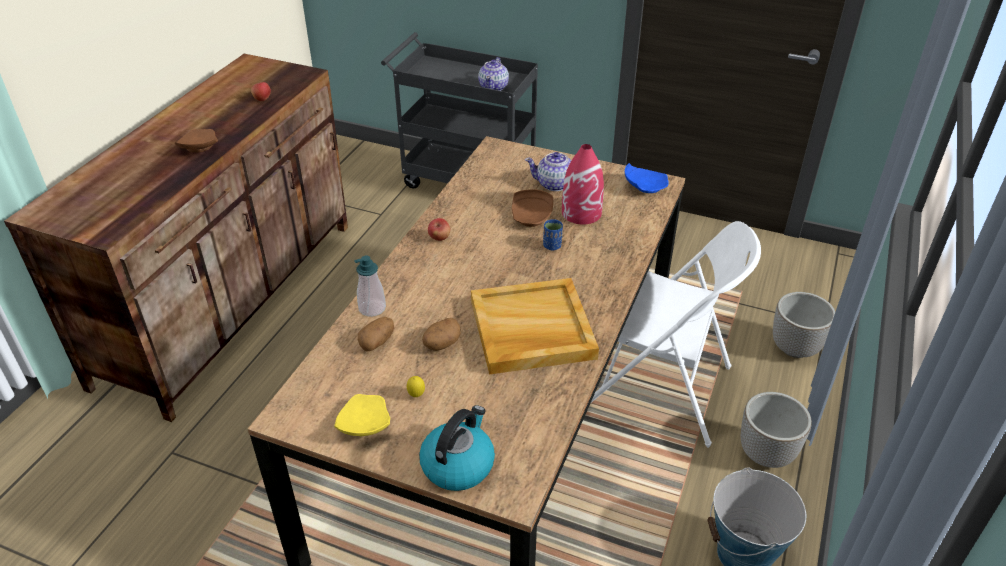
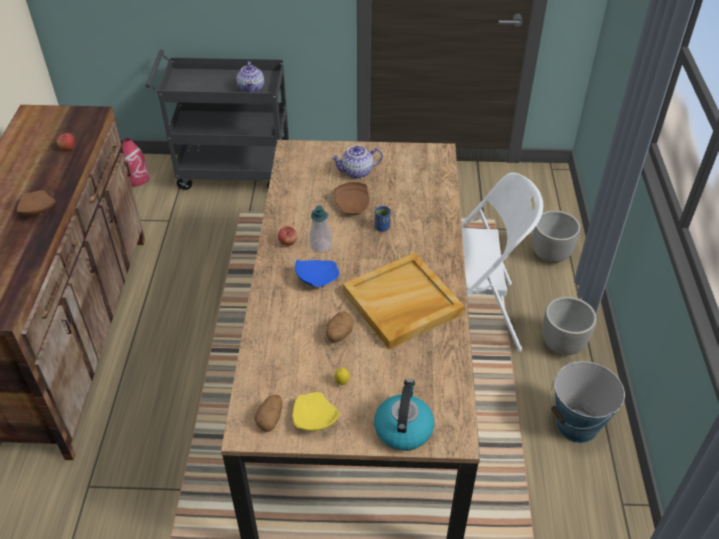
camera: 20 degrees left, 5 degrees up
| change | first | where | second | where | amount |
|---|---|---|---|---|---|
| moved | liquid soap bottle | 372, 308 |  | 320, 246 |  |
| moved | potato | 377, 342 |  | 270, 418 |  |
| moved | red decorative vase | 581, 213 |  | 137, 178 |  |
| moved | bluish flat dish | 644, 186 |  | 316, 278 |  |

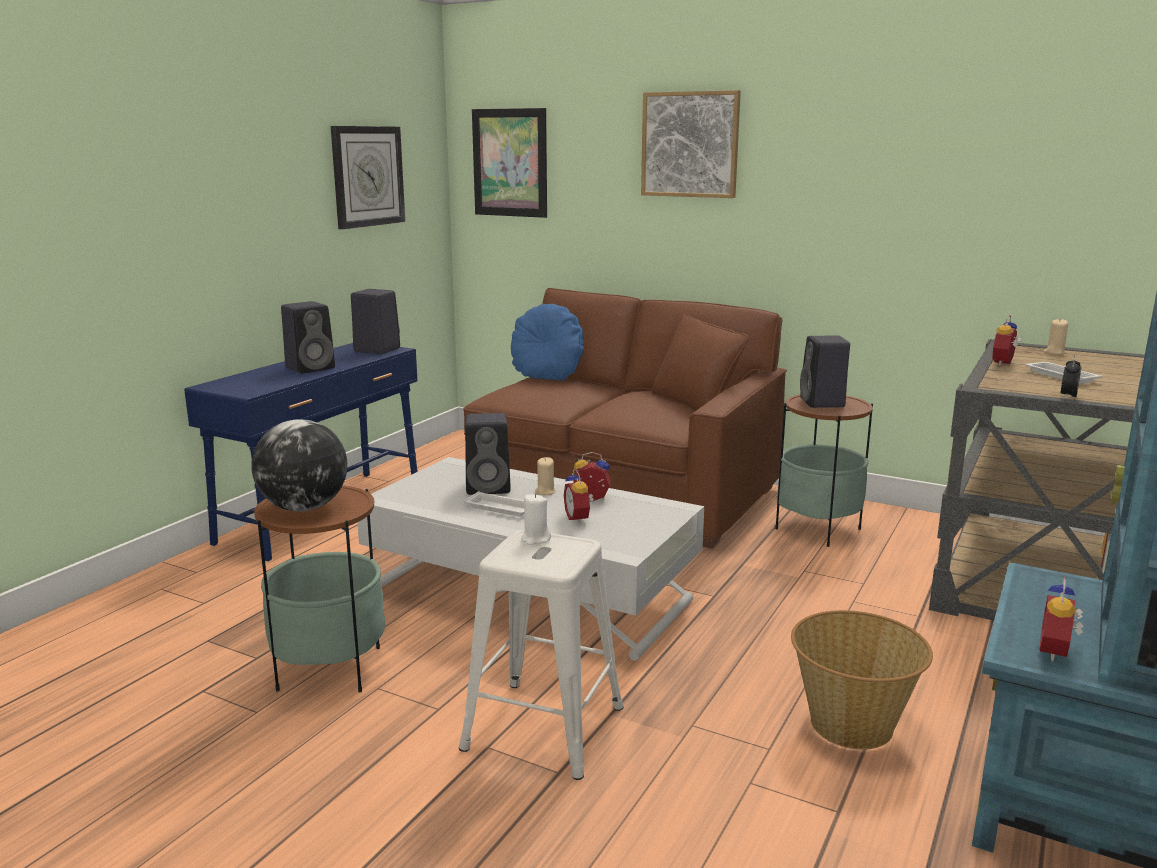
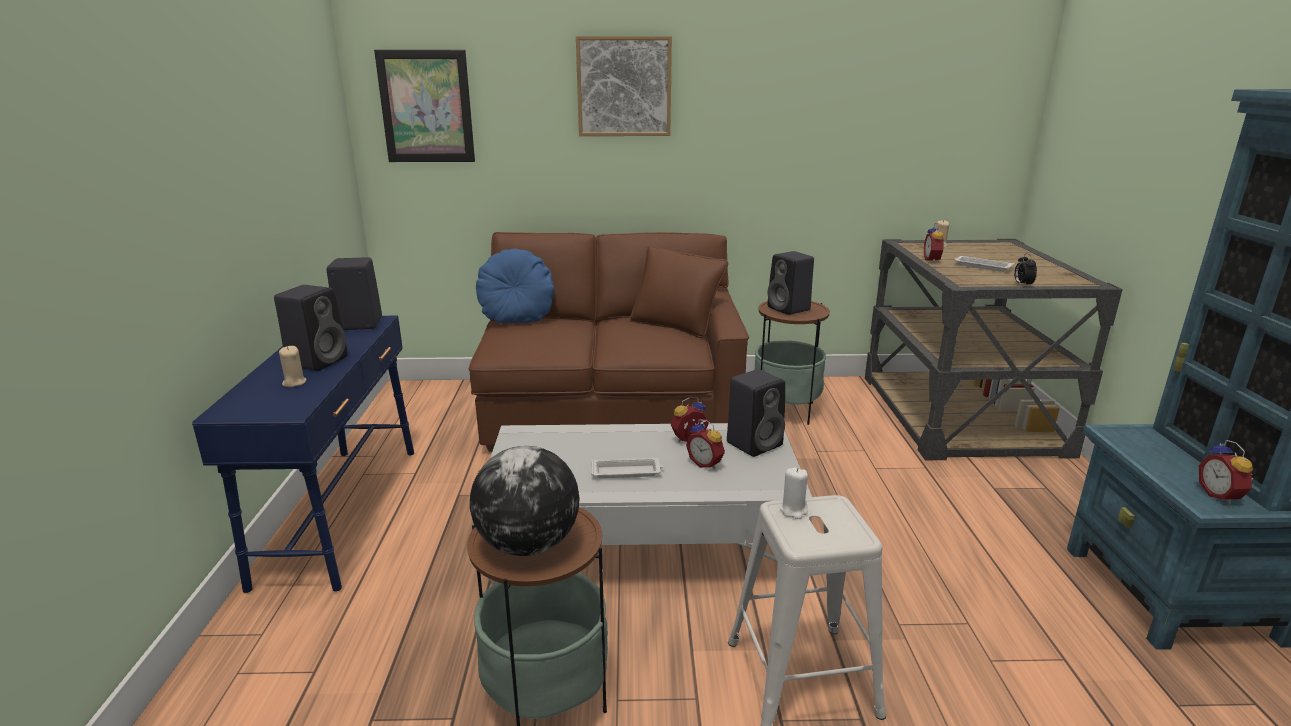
camera: 30 degrees left, 5 degrees up
| change | first | where | second | where | amount |
|---|---|---|---|---|---|
| removed | hanging clock | 367, 176 |  |  |  |
| moved | black-coloured speaker | 490, 487 |  | 755, 443 |  |
| moved | beige-coloured candle | 545, 492 |  | 294, 382 |  |
| removed | storage basket | 852, 726 |  |  |  |

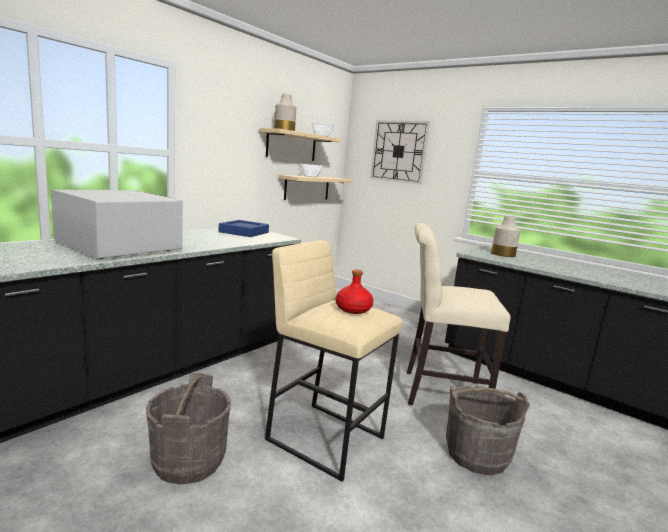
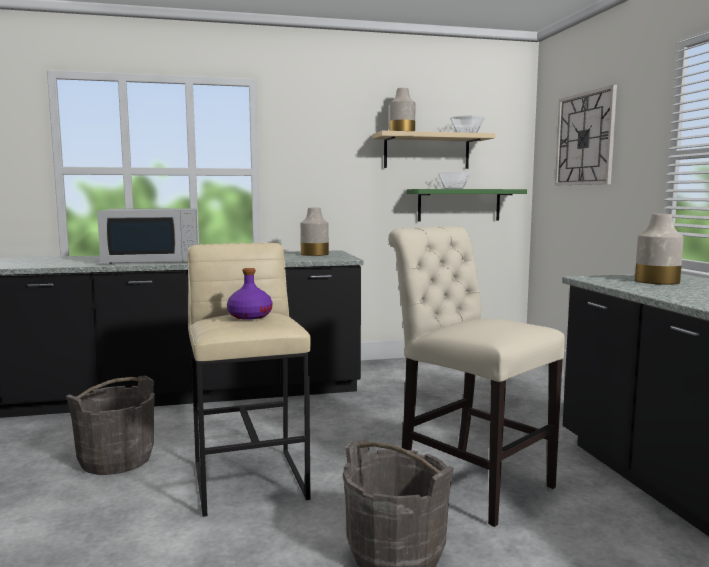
camera: 40 degrees right, 5 degrees down
| change | first | where | second | where | amount |
|---|---|---|---|---|---|
| turned | whitish kitchen microwave | 118, 246 |  | 154, 259 | 90 degrees clockwise |
| replaced | bluish carrying tray | 244, 232 | beige-coloured decorative vase | 314, 254 |  |
| recoloured | beige-coloured shelf | 307, 188 | green shelf | 459, 205 |  |
| recoloured | red beverage bottle | 353, 309 | purple-coloured beverage bottle | 249, 316 |  |

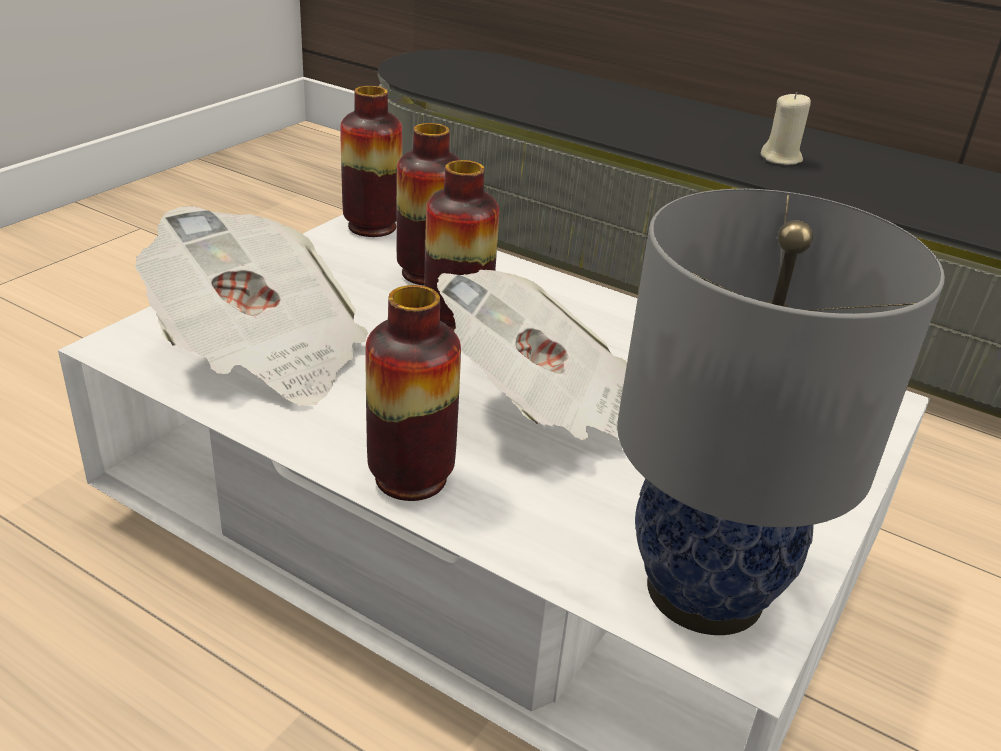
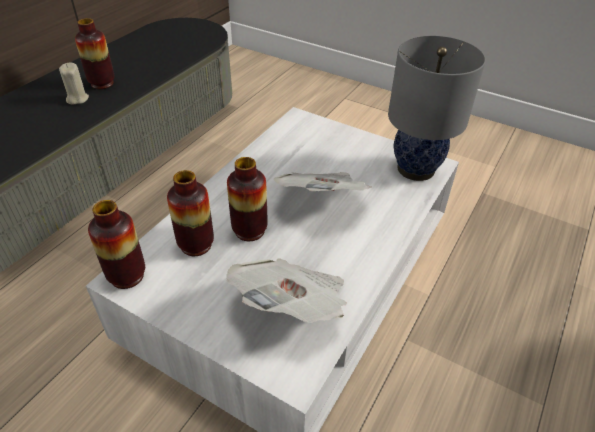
camera: 90 degrees left, 10 degrees up
| change | first | where | second | where | amount |
|---|---|---|---|---|---|
| moved | decorative vase | 411, 477 |  | 102, 84 |  |

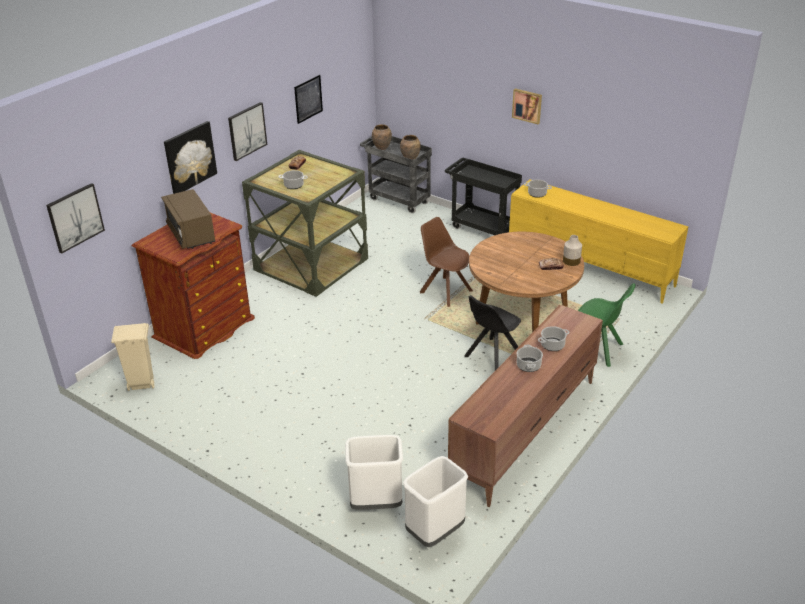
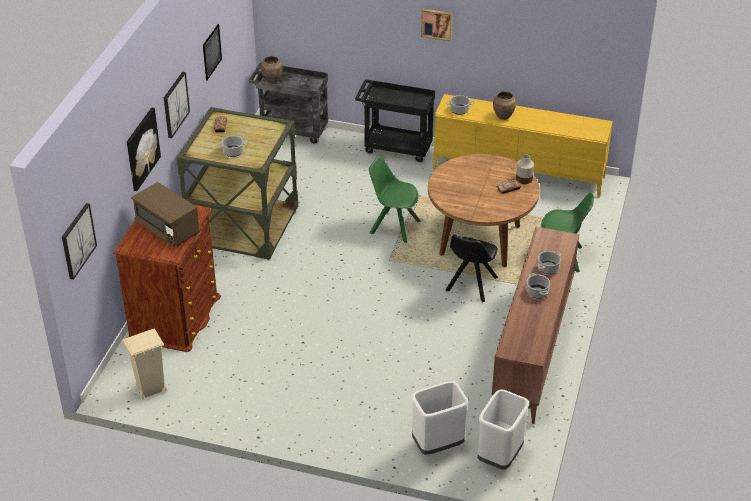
camera: 20 degrees left, 5 degrees up
| change | first | where | second | where | amount |
|---|---|---|---|---|---|
| moved | brownish decorative vase | 410, 159 |  | 503, 116 |  |
| recoloured | brownish plain chair | 445, 291 | green plain chair | 393, 226 |  |

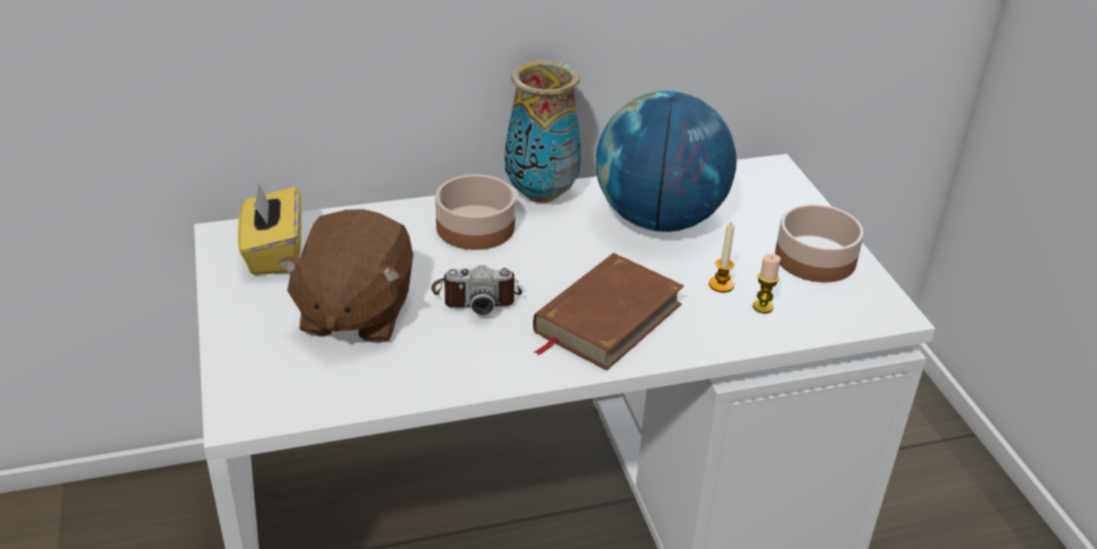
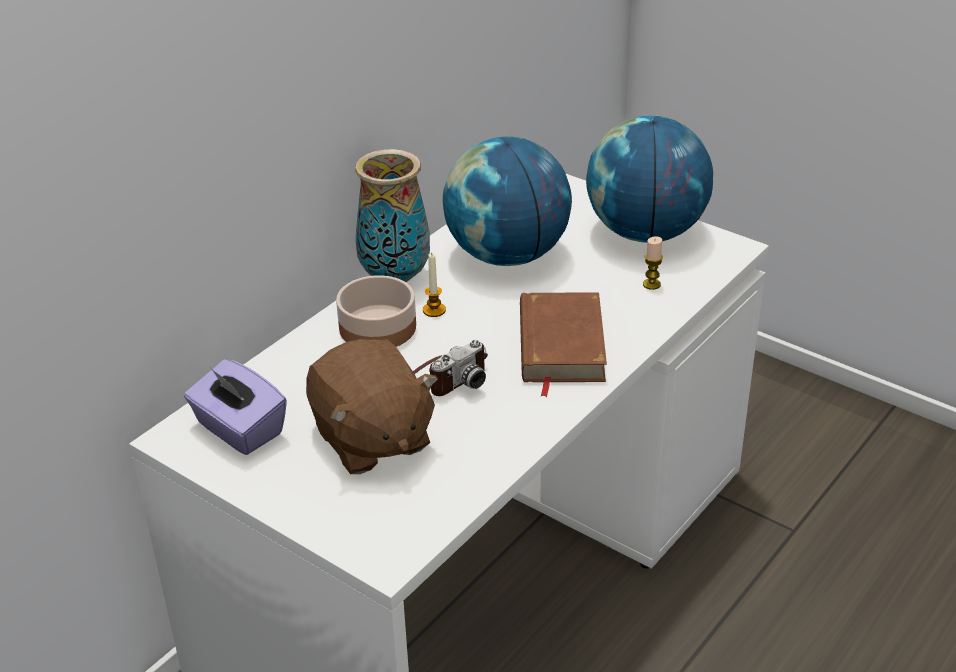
camera: 35 degrees left, 0 degrees up
| change | first | where | second | where | amount |
|---|---|---|---|---|---|
| recoloured | yellow box of tissues | 274, 253 | purple-coloured box of tissues | 239, 430 |  |
| moved | candle | 721, 285 |  | 434, 310 |  |
| replaced | serving bowl | 816, 259 | globe | 646, 233 |  |

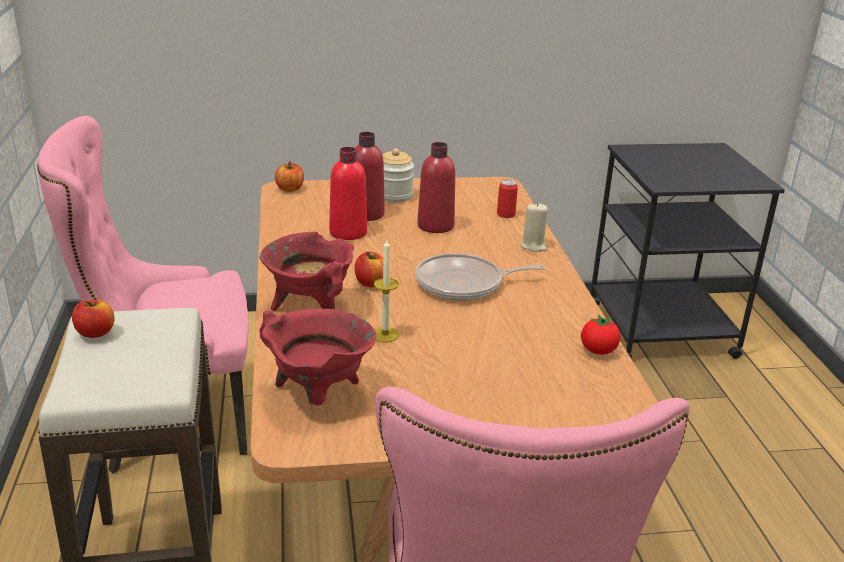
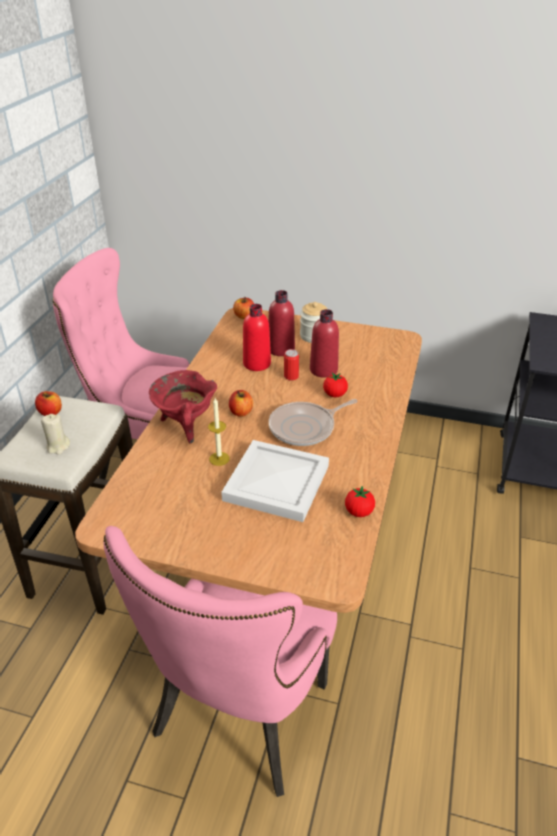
camera: 25 degrees right, 10 degrees up
| change | first | where | second | where | amount |
|---|---|---|---|---|---|
| removed | red saucepot | 319, 396 |  |  |  |
| turned | pan | 464, 284 |  | 305, 428 | 45 degrees counterclockwise |
| moved | metal can | 506, 214 |  | 291, 376 |  |
| moved | beige-coloured candle | 533, 246 |  | 58, 447 |  |
| added |  |  | whitish carrying tray | 275, 482 |  |
| added |  |  | fresh tomato | 334, 394 |  |

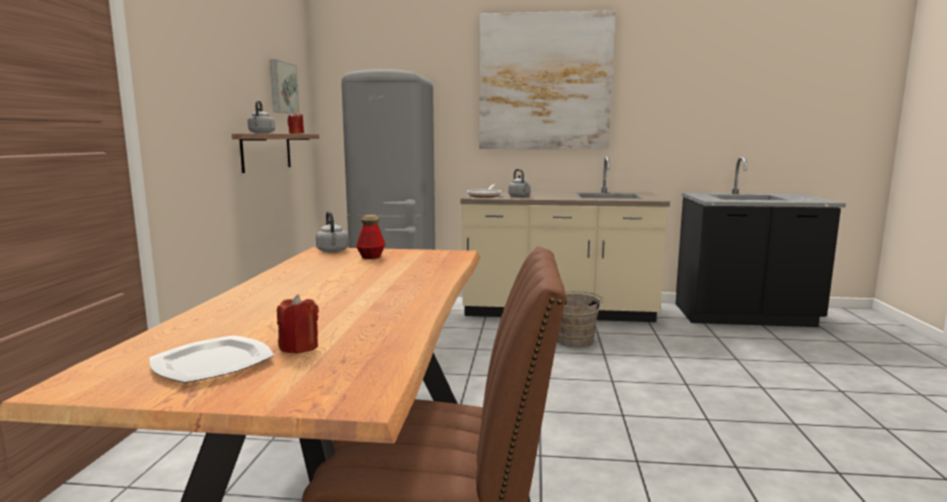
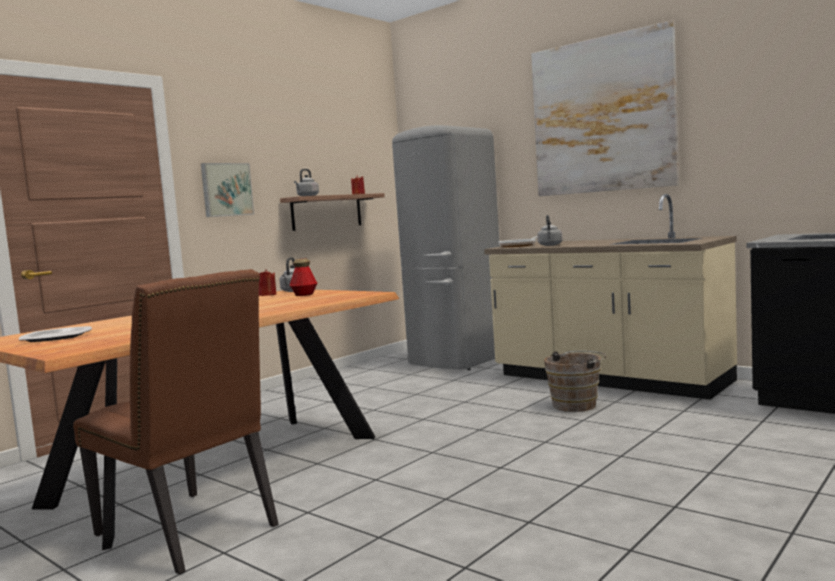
camera: 35 degrees right, 5 degrees down
| change | first | where | second | where | amount |
|---|---|---|---|---|---|
| moved | wall art | 282, 88 |  | 226, 189 |  |
| moved | red candle | 299, 347 |  | 267, 295 |  |

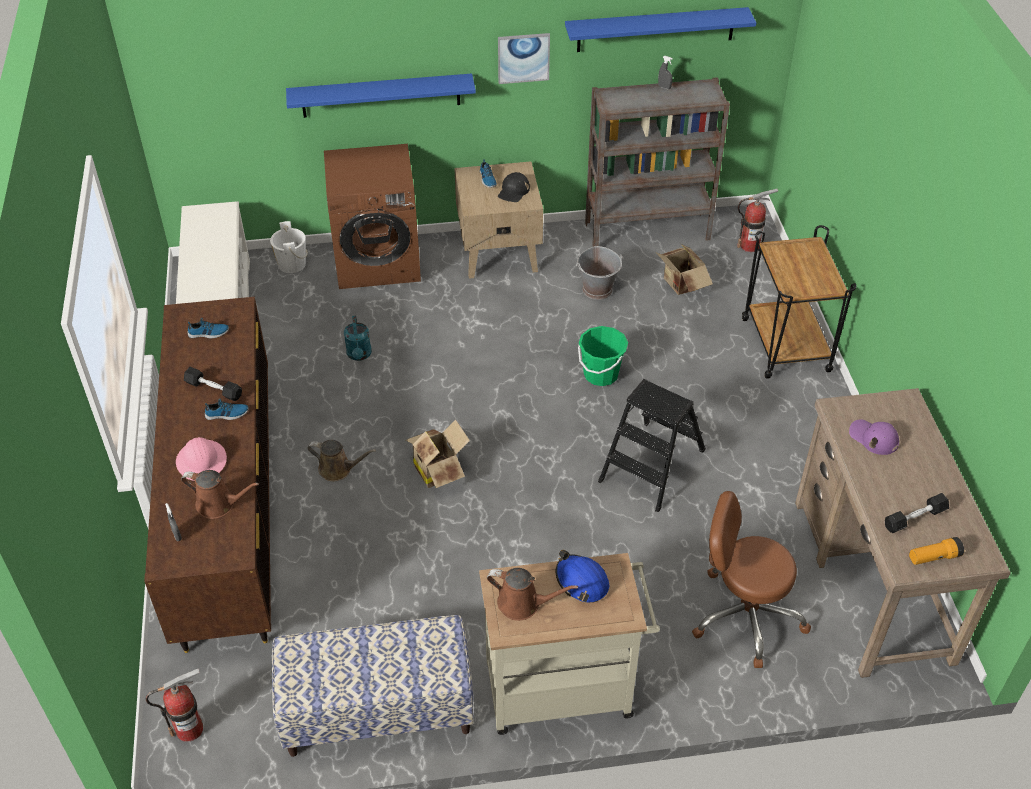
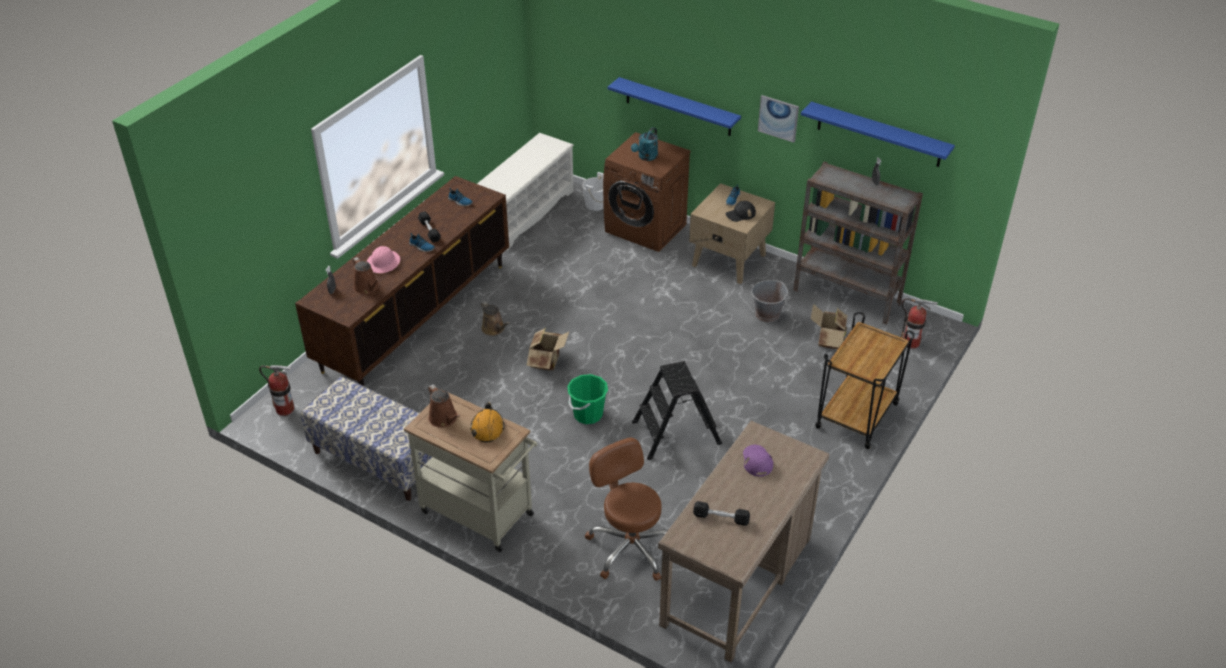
camera: 40 degrees right, 5 degrees down
| change | first | where | second | where | amount |
|---|---|---|---|---|---|
| moved | blue-green sprinkling can | 359, 355 |  | 646, 157 |  |
| recoloured | bluish hard hat | 581, 581 | orange-coloured hard hat | 487, 428 |  |
| moved | green water bucket | 601, 374 |  | 588, 414 |  |
| removed | flashlight | 933, 557 |  |  |  |

